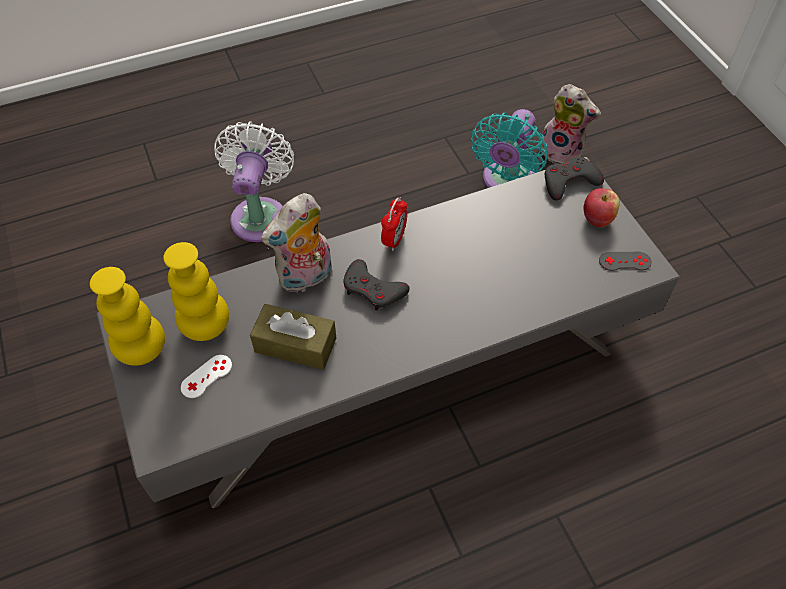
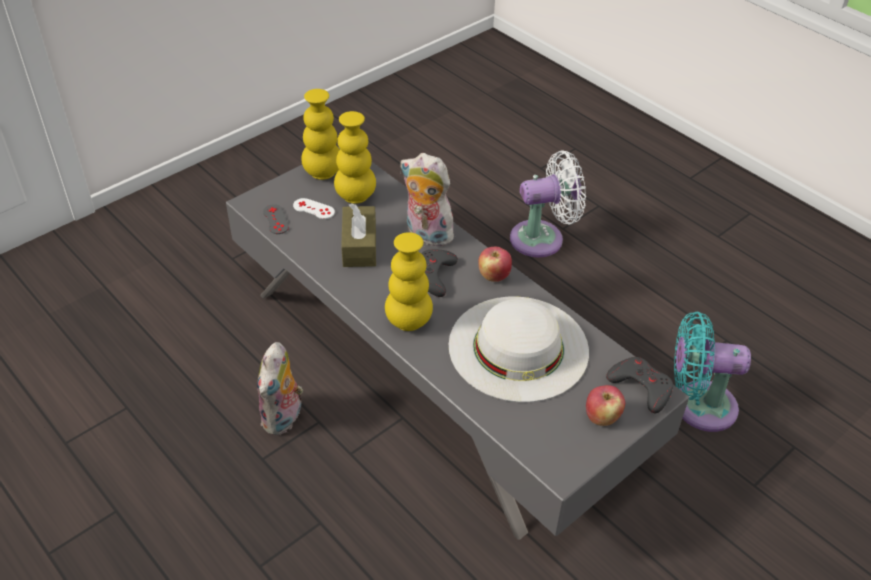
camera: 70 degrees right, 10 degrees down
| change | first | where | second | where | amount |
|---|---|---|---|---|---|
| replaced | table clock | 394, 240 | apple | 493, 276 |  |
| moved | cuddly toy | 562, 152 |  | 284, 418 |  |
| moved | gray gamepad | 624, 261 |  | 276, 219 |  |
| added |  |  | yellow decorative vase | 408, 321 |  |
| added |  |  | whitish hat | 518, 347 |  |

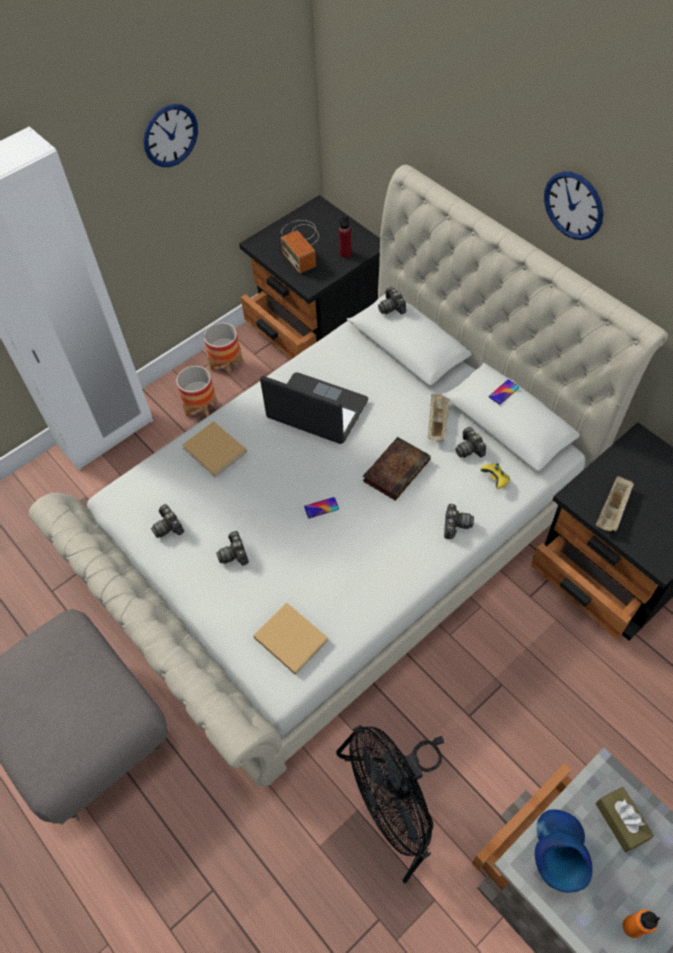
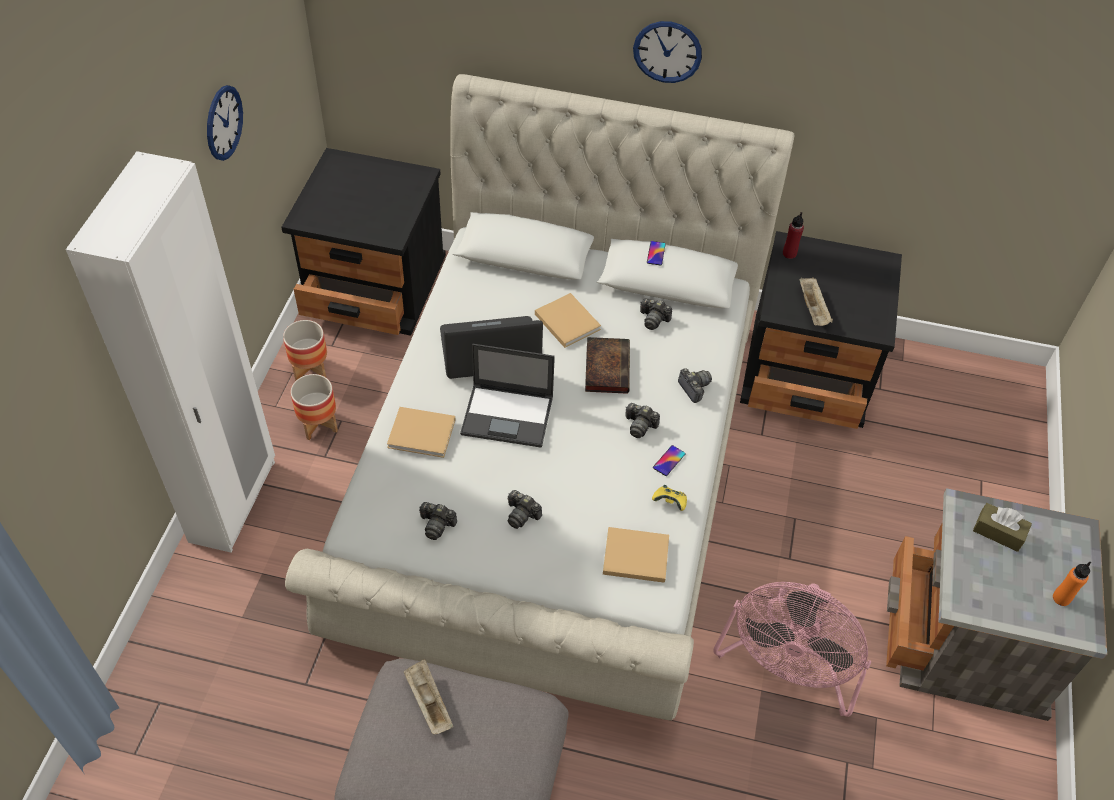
camera: 40 degrees left, 5 degrees down
| change | first | where | second | where | amount |
|---|---|---|---|---|---|
| removed | radio | 301, 244 |  |  |  |
| moved | telephone | 321, 508 |  | 669, 461 |  |
| recoloured | black-coloured electric fan | 396, 798 | pink electric fan | 785, 659 |  |
| moved | red beverage bottle | 345, 254 |  | 789, 253 |  |
| moved | photo camera | 392, 307 |  | 640, 425 |  |
| moved | beige-coloured carrying tray | 437, 422 |  | 428, 702 |  |
| moved | yellow gamepad | 495, 479 |  | 670, 502 |  |
| removed | bluish decorative vase | 554, 857 |  |  |  |
| added |  |  | laptop | 508, 415 |  |
| added |  |  | beige-coloured volume | 566, 320 |  |

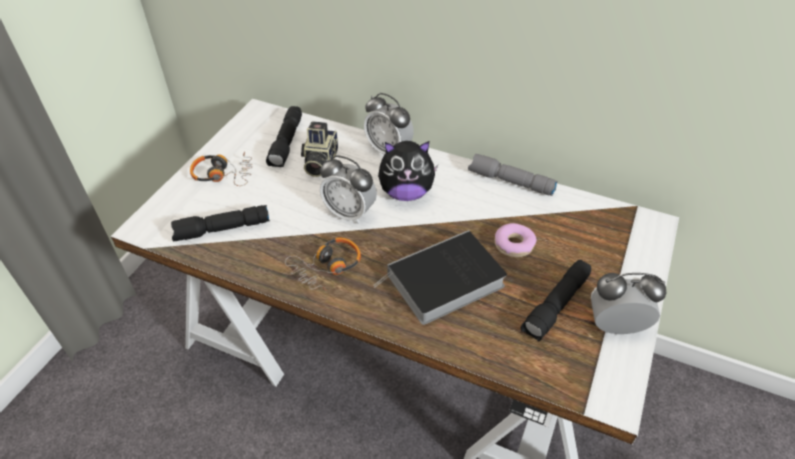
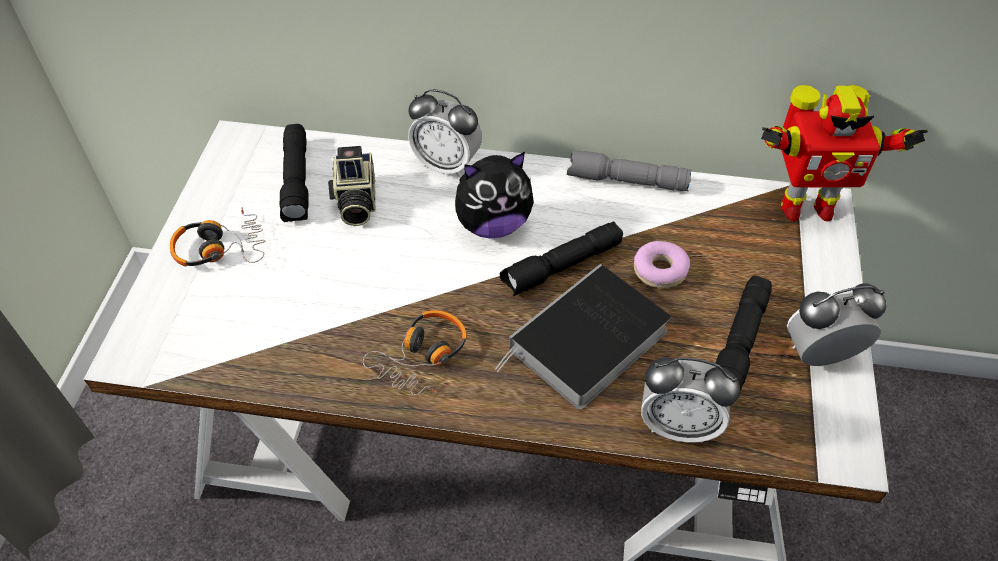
camera: 15 degrees left, 5 degrees up
| change | first | where | second | where | amount |
|---|---|---|---|---|---|
| moved | black-coloured flashlight | 221, 230 |  | 562, 267 |  |
| moved | table clock | 349, 213 |  | 678, 424 |  |
| added |  |  | model robot | 804, 206 |  |

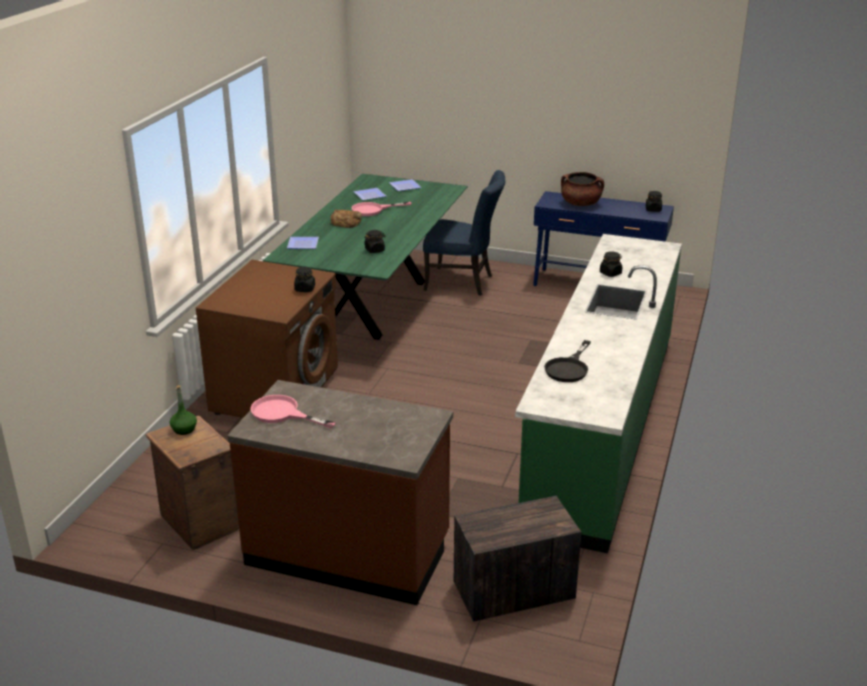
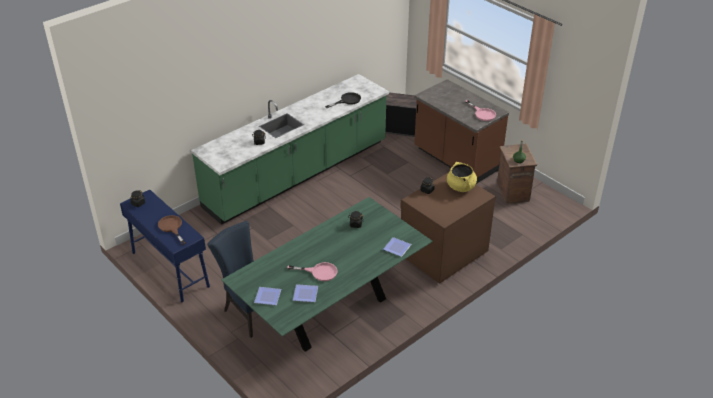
camera: 150 degrees left, 10 degrees up
| change | first | where | second | where | amount |
|---|---|---|---|---|---|
| removed | baked bread | 346, 222 |  |  |  |
| replaced | brownish saucepot | 580, 204 | brownish pan | 172, 227 |  |
| added |  |  | yellow saucepot | 461, 187 |  |

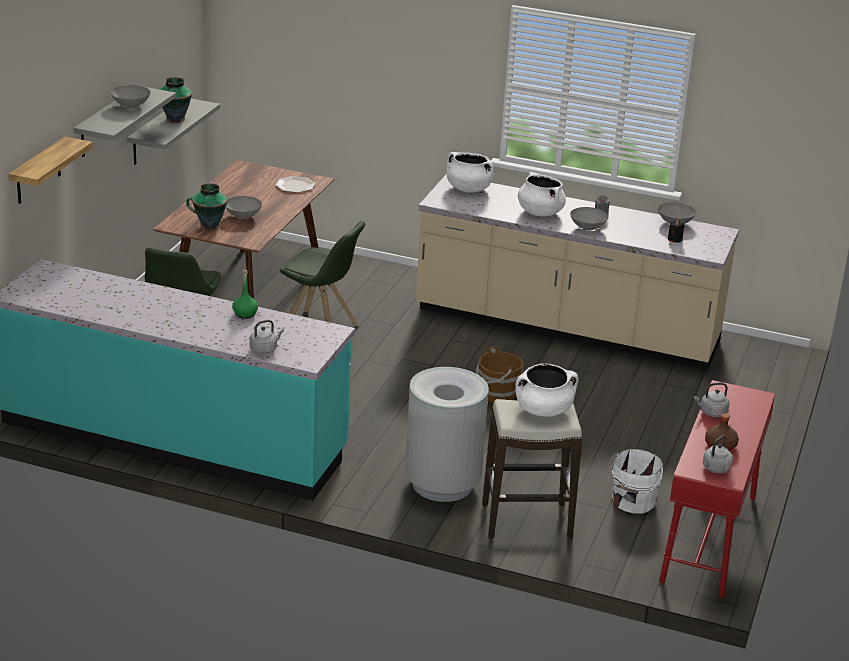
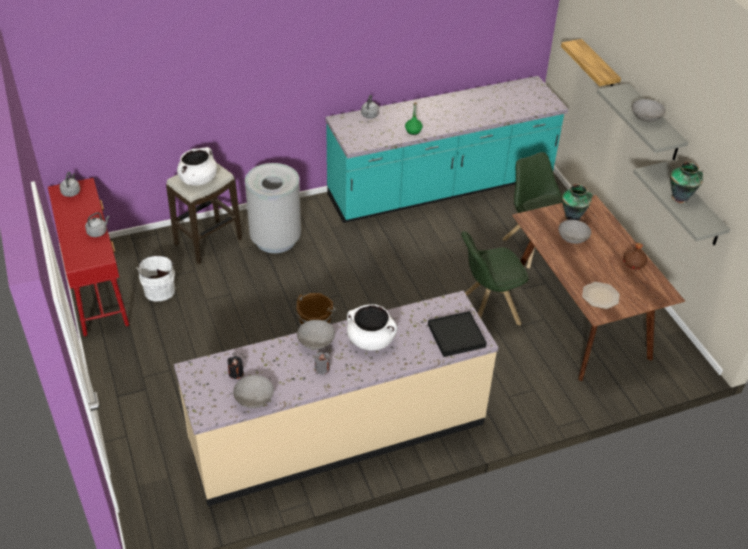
camera: 140 degrees right, 15 degrees up
| change | first | where | second | where | amount |
|---|---|---|---|---|---|
| replaced | whitish saucepot | 468, 189 | black-coloured carrying tray | 456, 336 |  |
| moved | brownish beverage bottle | 720, 445 |  | 633, 263 |  |

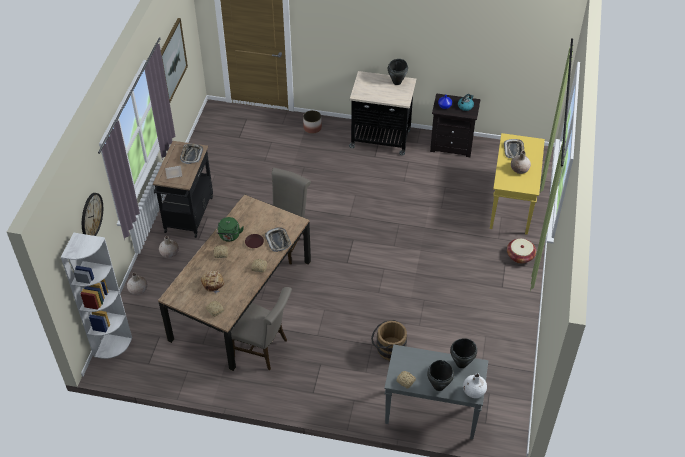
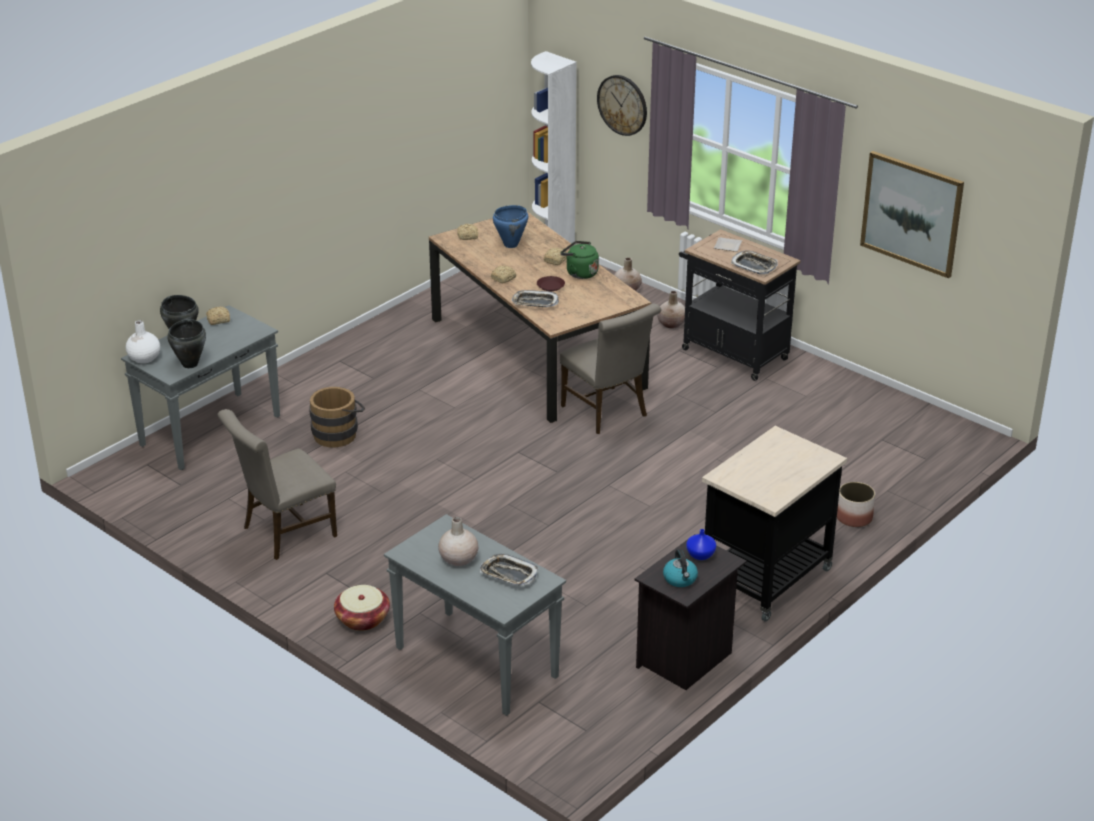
camera: 120 degrees right, 15 degrees down
| change | first | where | second | where | amount |
|---|---|---|---|---|---|
| replaced | baked bread | 213, 283 | bluish saucepot | 511, 245 |  |
| moved | beige-coloured plain chair | 263, 349 |  | 284, 533 |  |
| removed | black-coloured saucepot | 397, 82 |  |  |  |
| recoloured | yellow console table | 512, 205 | gray console table | 475, 662 |  |

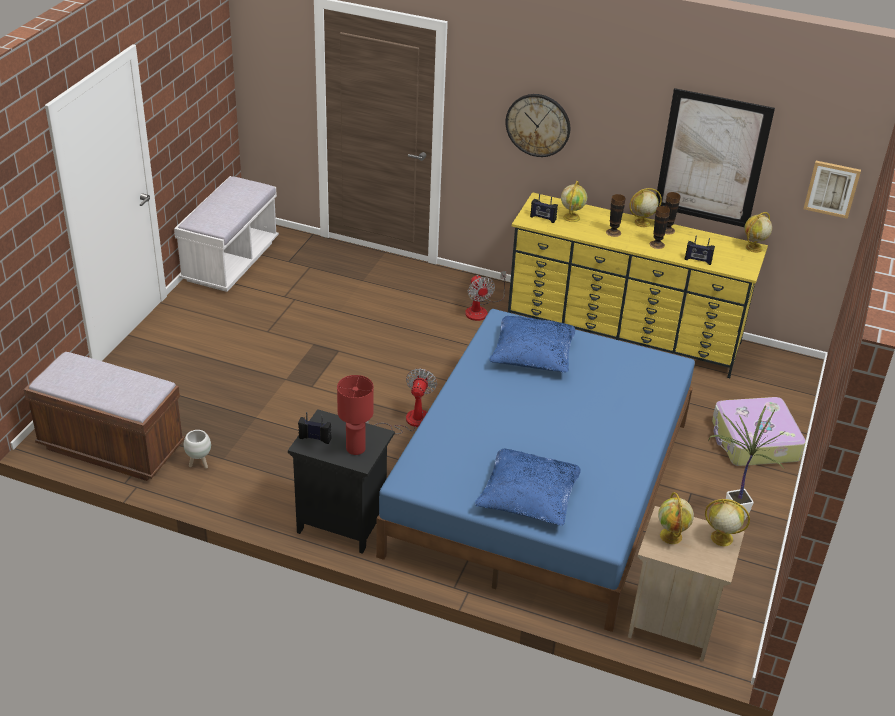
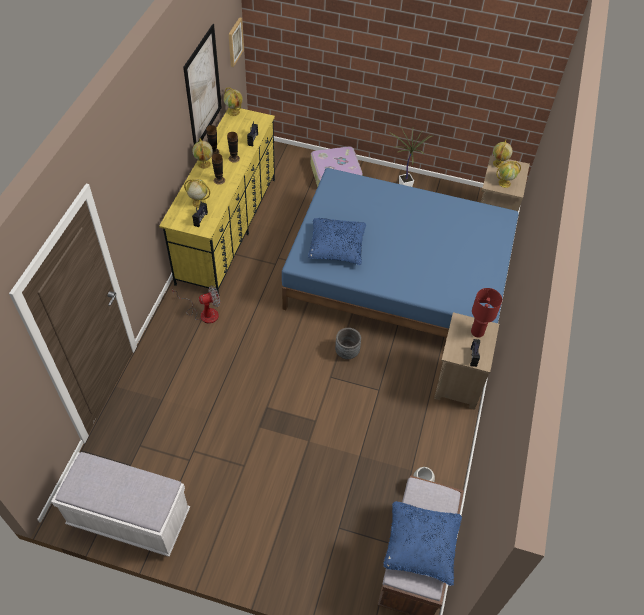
camera: 95 degrees left, 15 degrees up
| change | first | where | second | where | amount |
|---|---|---|---|---|---|
| recoloured | black-coloured nightstand | 342, 521 | beige-coloured nightstand | 457, 384 |  |
| replaced | electric fan | 409, 421 | gray plant pot | 347, 352 |  |
| moved | bluish throw pillow | 527, 496 |  | 420, 545 |  |
| removed | hanging clock | 538, 125 |  |  |  |

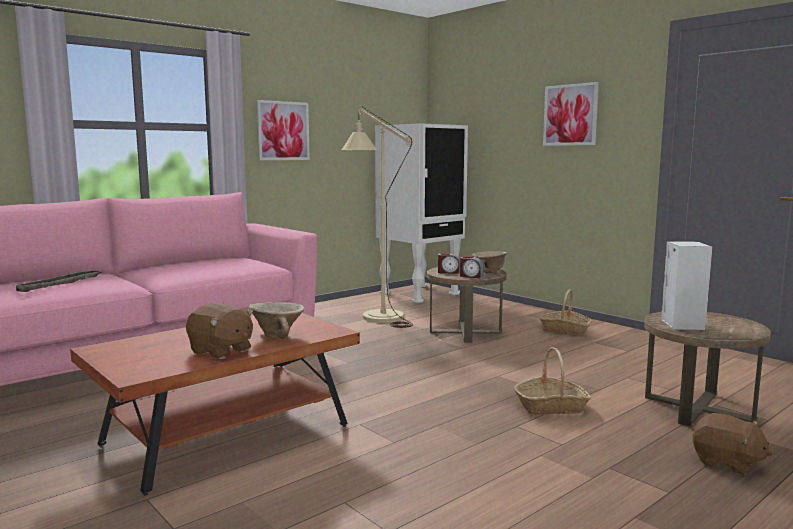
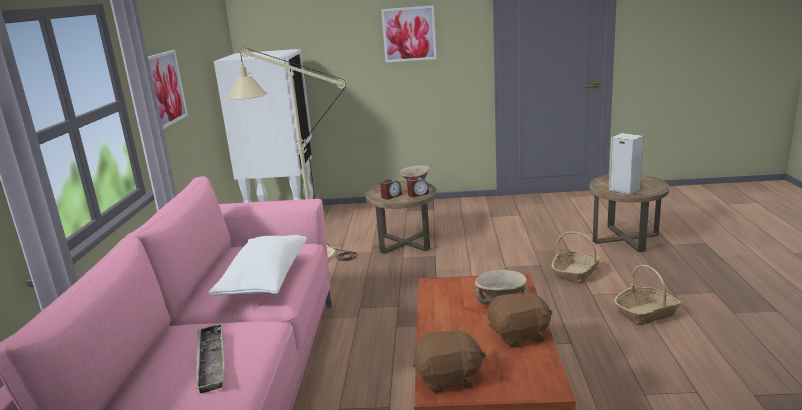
camera: 45 degrees left, 10 degrees up
| change | first | where | second | where | amount |
|---|---|---|---|---|---|
| moved | storage basket | 565, 330 |  | 646, 313 |  |
| moved | brownish cuddly toy | 727, 463 |  | 448, 378 |  |
| added |  |  | whitish throw pillow | 264, 280 |  |

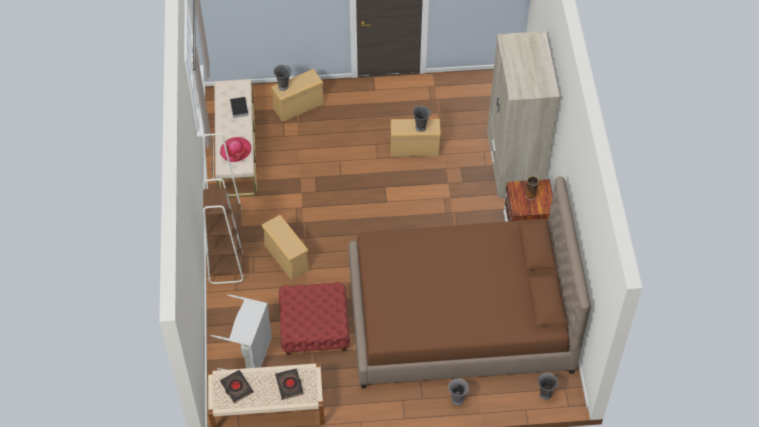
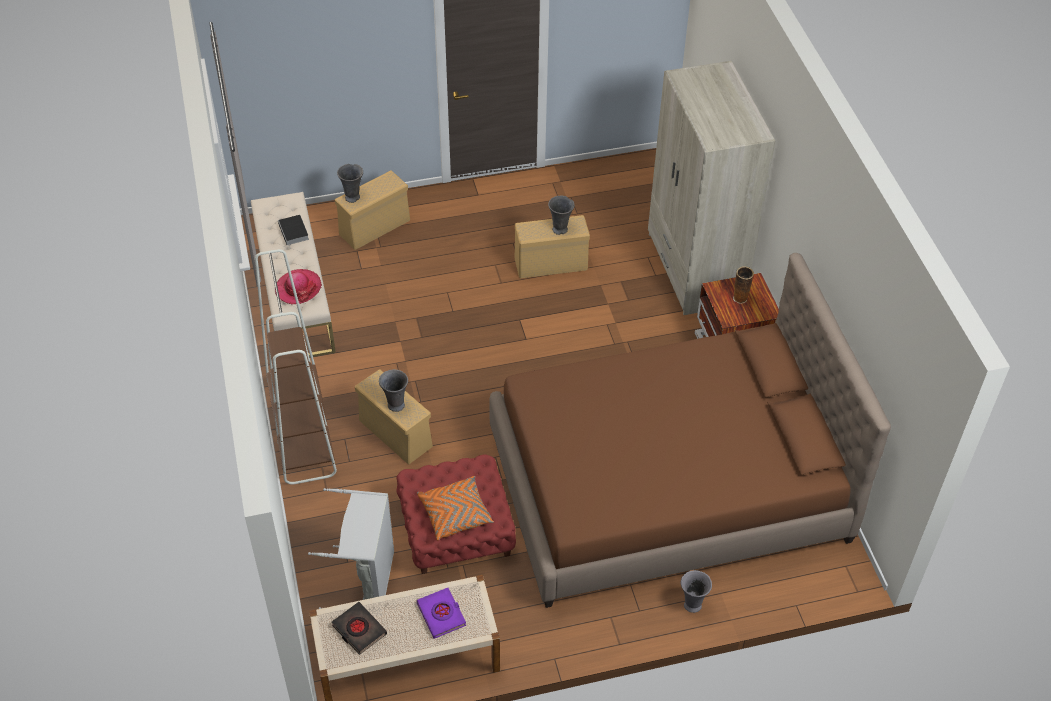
camera: 10 degrees left, 5 degrees down
| change | first | where | second | where | amount |
|---|---|---|---|---|---|
| recoloured | black-coloured volume | 289, 385 | purple-coloured volume | 441, 615 |  |
| moved | gray decorative vase | 545, 394 |  | 395, 405 |  |
| added |  |  | orange-coloured throw pillow | 455, 514 |  |

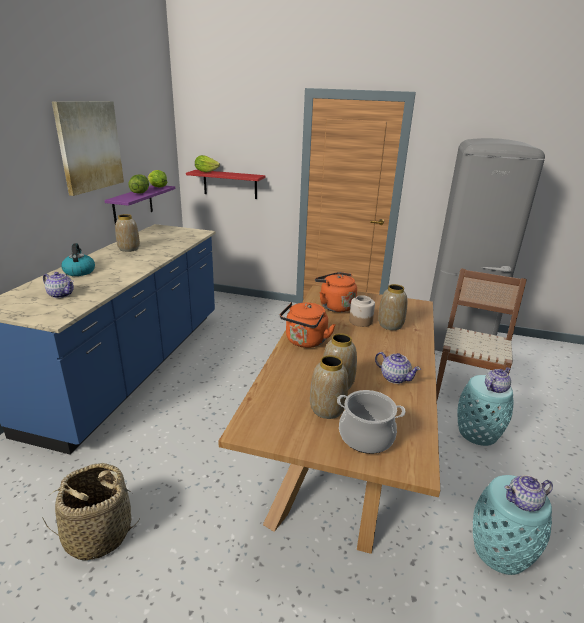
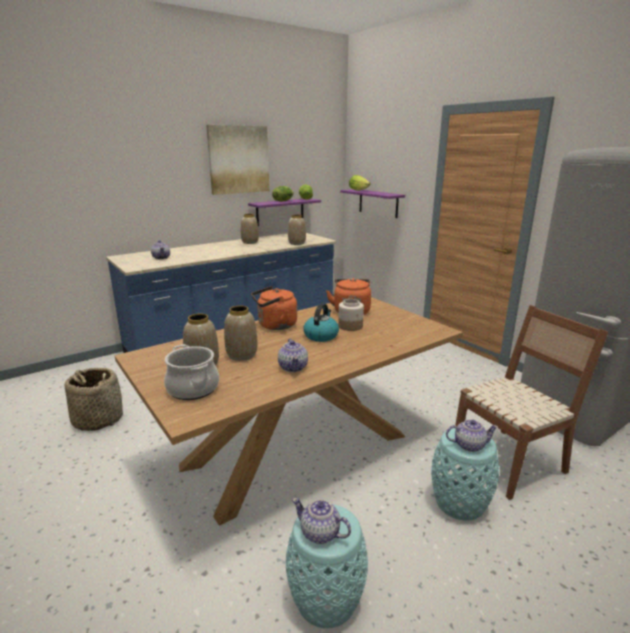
camera: 40 degrees right, 5 degrees down
| change | first | where | second | where | amount |
|---|---|---|---|---|---|
| moved | kettle | 79, 271 |  | 321, 335 |  |
| recoloured | red shelf | 230, 184 | purple-coloured shelf | 378, 203 |  |
| moved | decorative vase | 390, 325 |  | 296, 243 |  |

